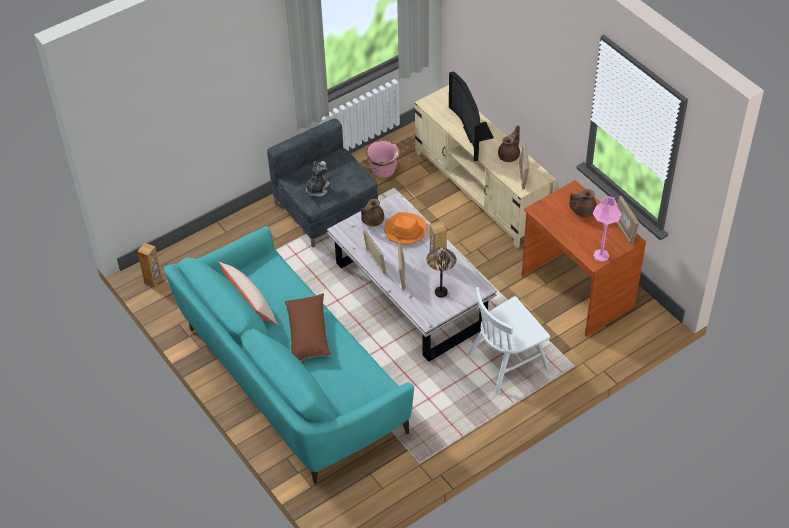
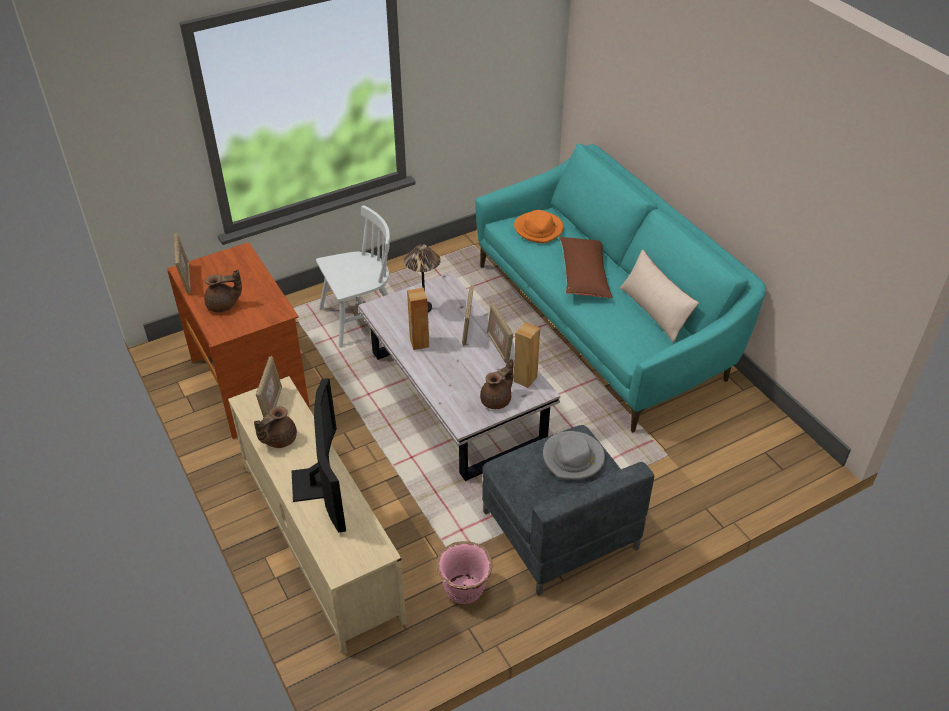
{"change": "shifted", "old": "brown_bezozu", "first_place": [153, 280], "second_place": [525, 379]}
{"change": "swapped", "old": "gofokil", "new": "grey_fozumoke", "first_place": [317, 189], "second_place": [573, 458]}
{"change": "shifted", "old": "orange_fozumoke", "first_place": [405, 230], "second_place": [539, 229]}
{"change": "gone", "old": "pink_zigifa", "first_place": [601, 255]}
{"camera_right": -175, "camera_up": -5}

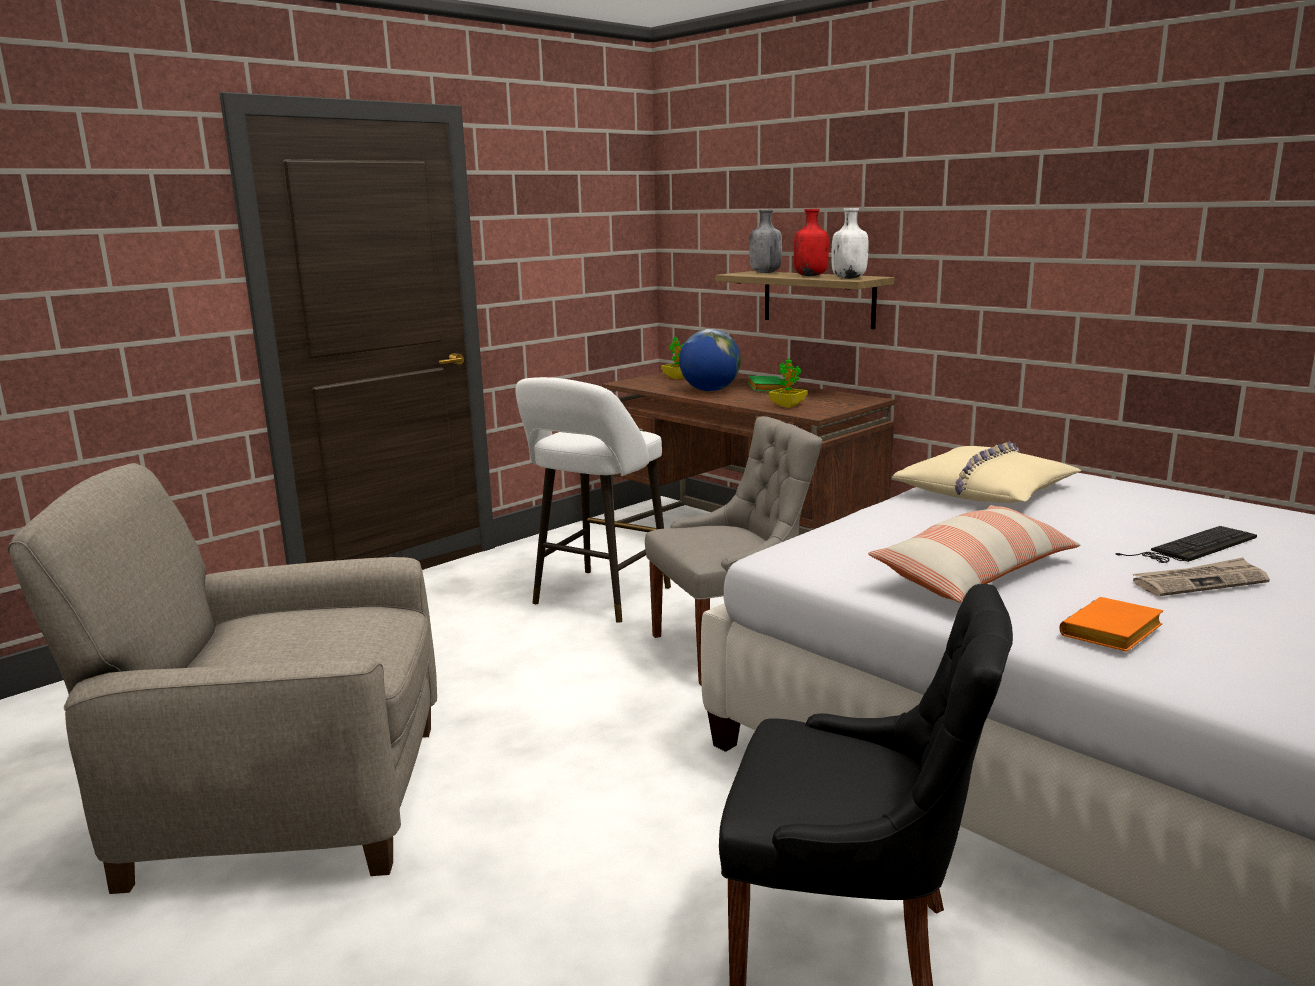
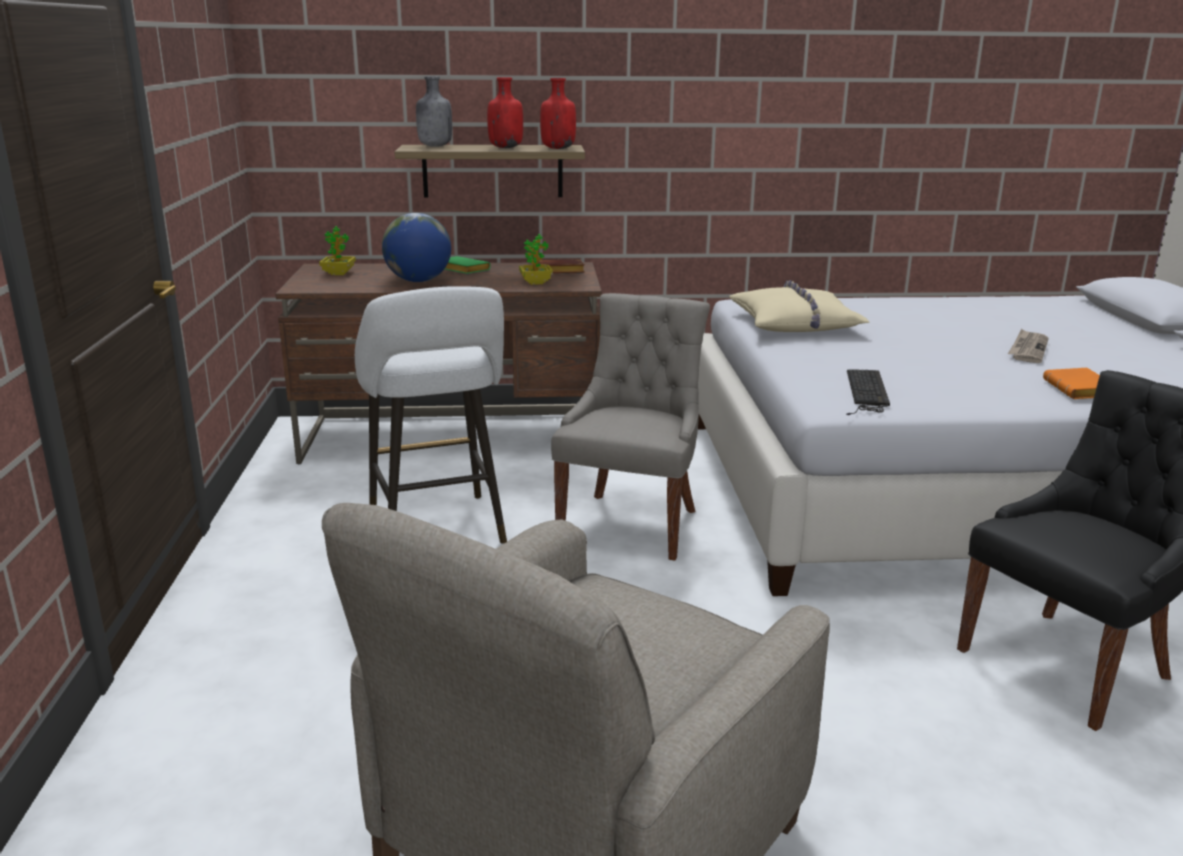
{"change": "repainted", "old": "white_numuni", "new": "red_numuni", "first_place": [849, 278], "second_place": [557, 148]}
{"change": "gone", "old": "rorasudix", "first_place": [975, 574]}
{"change": "shifted", "old": "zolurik", "first_place": [1192, 547], "second_place": [866, 392]}
{"change": "new", "new": "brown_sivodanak", "second_place": [559, 272]}
{"camera_right": -50, "camera_up": 5}

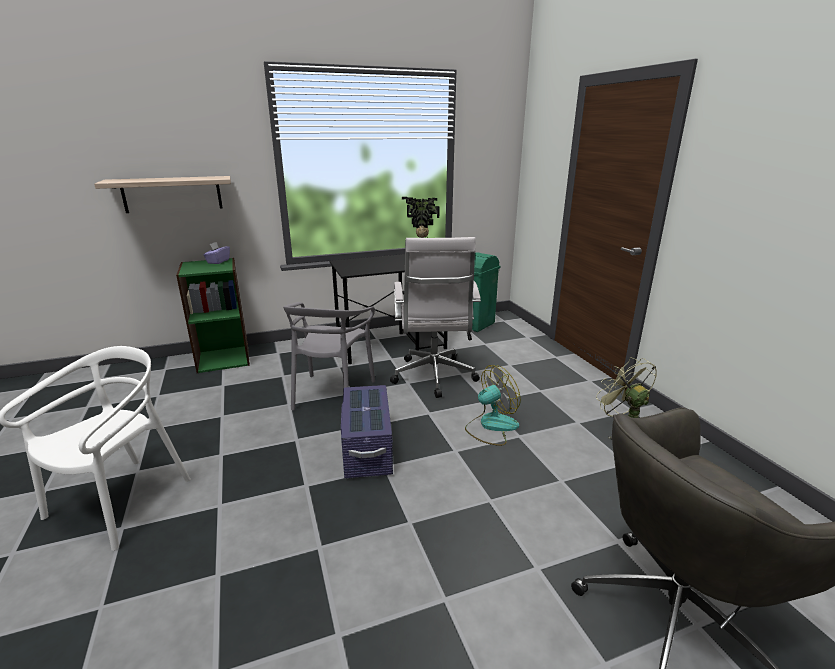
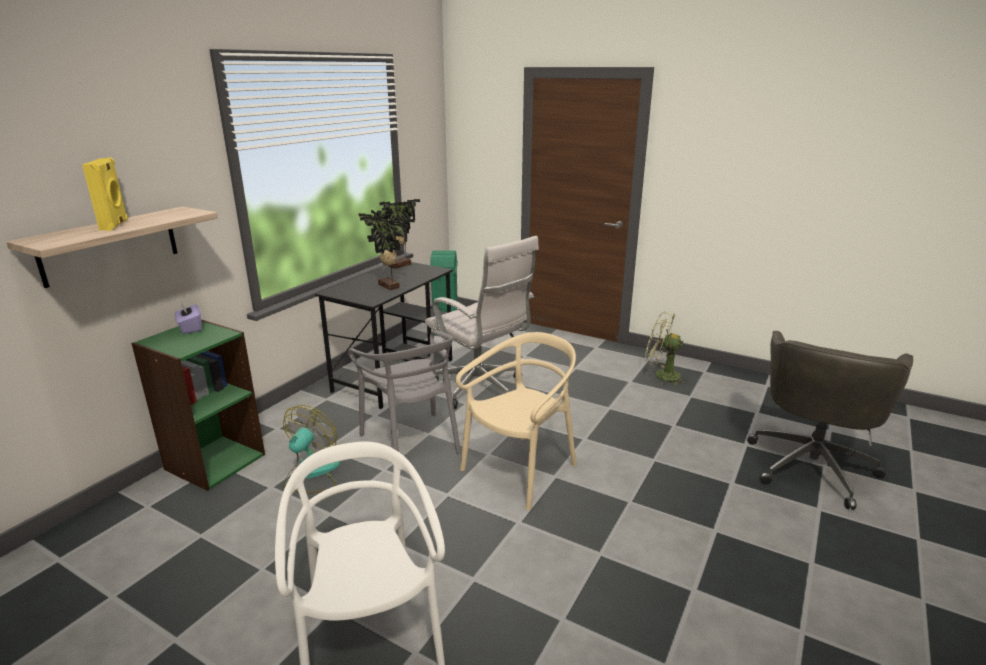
{"change": "swapped", "old": "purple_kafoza", "new": "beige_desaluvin", "first_place": [367, 449], "second_place": [520, 470]}
{"change": "shifted", "old": "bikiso", "first_place": [491, 426], "second_place": [311, 473]}
{"change": "new", "new": "yellow_bezozu", "second_place": [115, 225]}
{"change": "new", "new": "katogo", "second_place": [387, 286]}
{"camera_right": -40, "camera_up": 0}

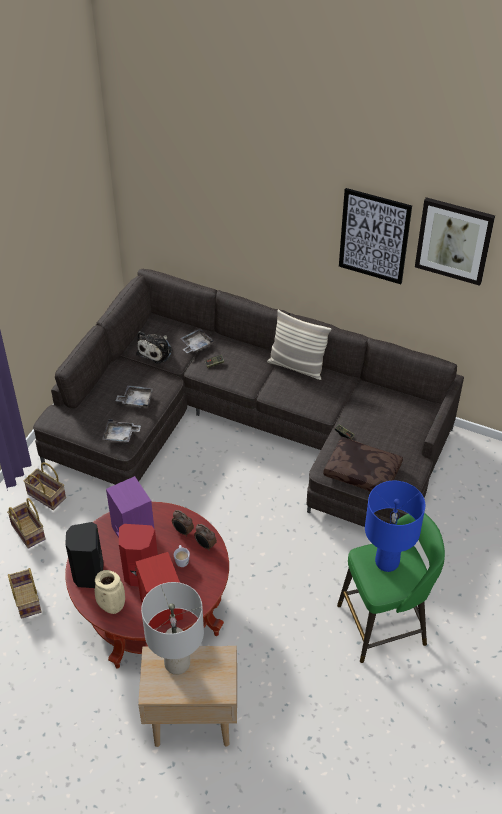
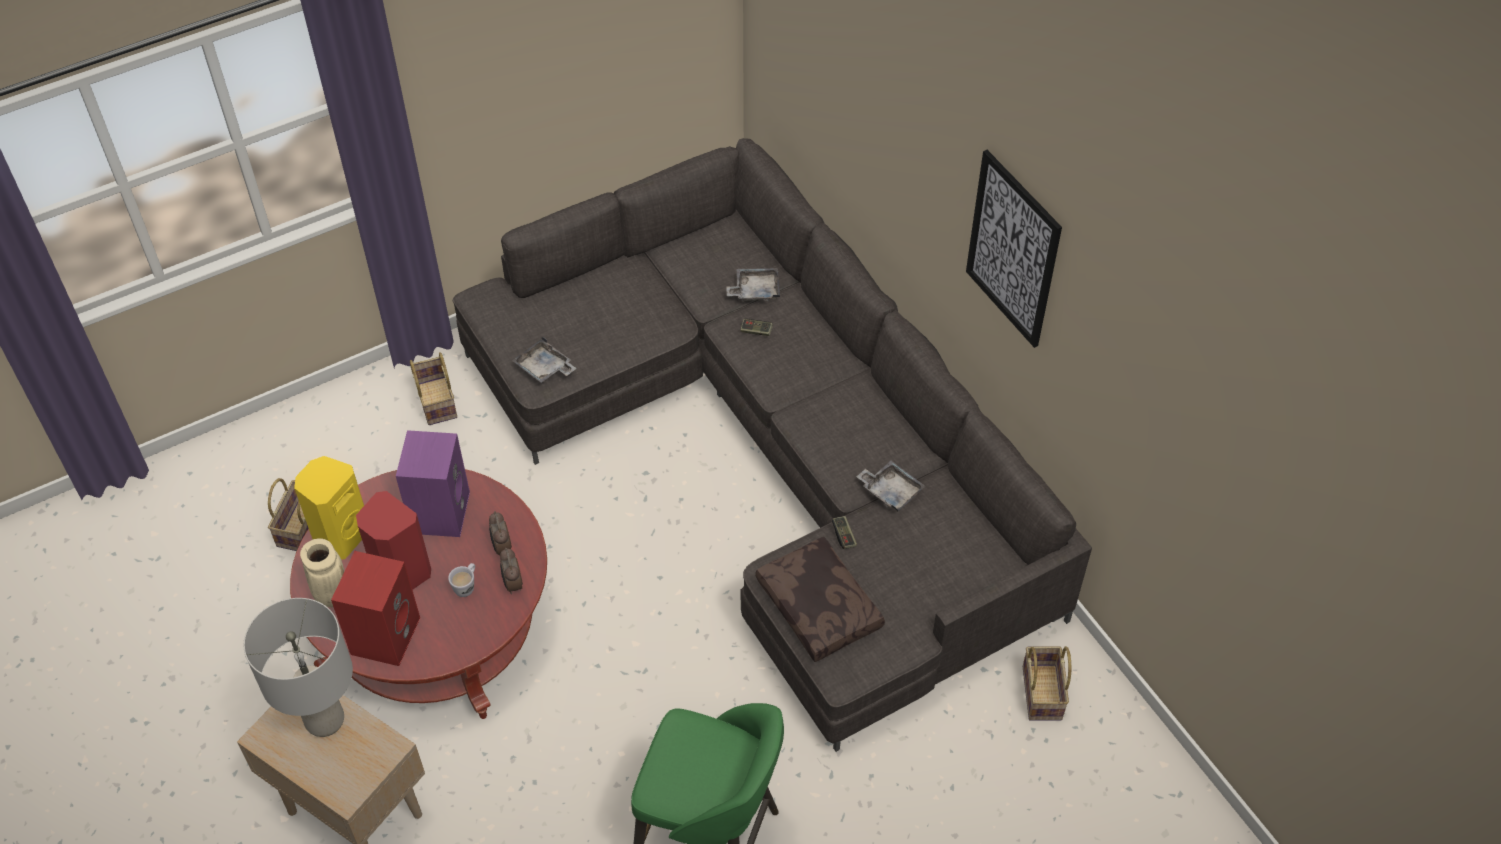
{"change": "shifted", "old": "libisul", "first_place": [29, 532], "second_place": [1043, 694]}
{"change": "repainted", "old": "black_bezozu", "new": "yellow_bezozu", "first_place": [88, 575], "second_place": [341, 535]}
{"change": "shifted", "old": "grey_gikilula", "first_place": [136, 400], "second_place": [890, 491]}
{"change": "gone", "old": "gofokil", "first_place": [156, 351]}
{"change": "gone", "old": "rorasudix", "first_place": [297, 366]}
{"change": "gone", "old": "blue_zigifa", "first_place": [386, 562]}
{"change": "gone", "old": "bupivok", "first_place": [454, 240]}
{"camera_right": 35, "camera_up": 5}

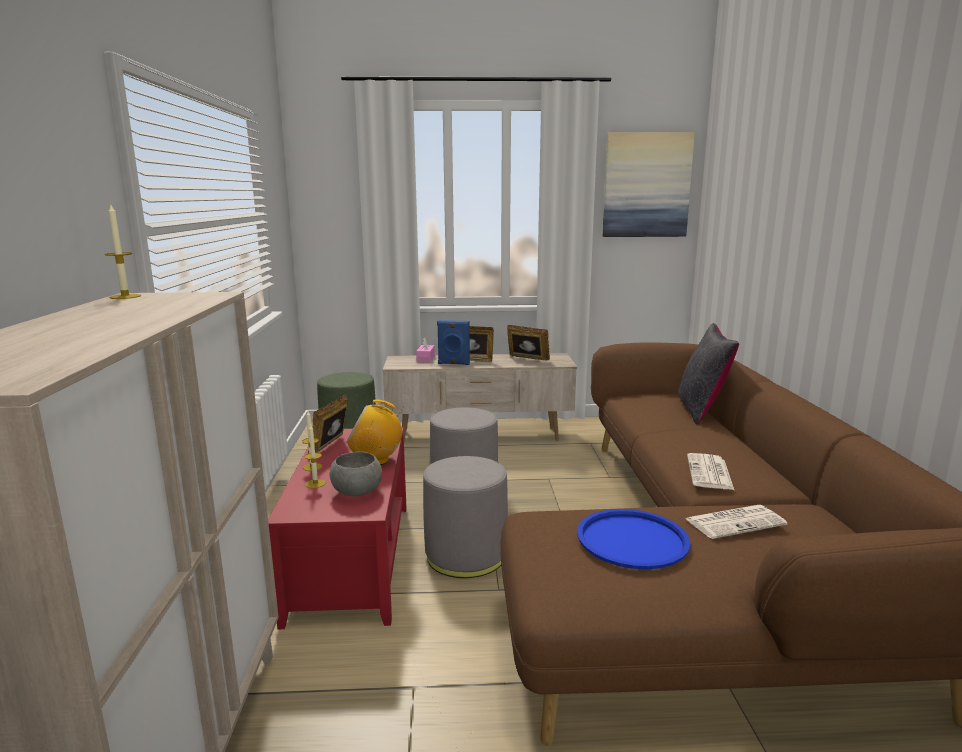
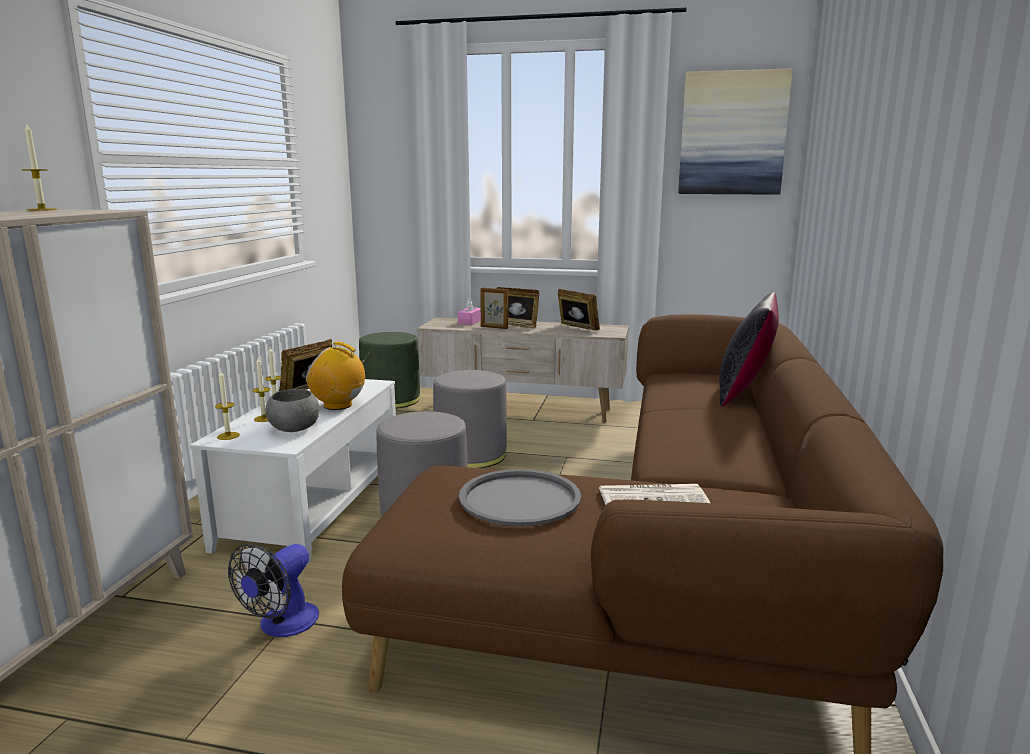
{"change": "repainted", "old": "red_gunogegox", "new": "white_gunogegox", "first_place": [352, 559], "second_place": [314, 505]}
{"change": "swapped", "old": "blue_bezozu", "new": "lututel", "first_place": [453, 363], "second_place": [494, 327]}
{"change": "repainted", "old": "blue_gikilula", "new": "grey_gikilula", "first_place": [632, 539], "second_place": [520, 499]}
{"change": "gone", "old": "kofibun", "first_place": [710, 473]}
{"change": "new", "new": "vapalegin", "second_place": [228, 436]}
{"change": "new", "new": "bikiso", "second_place": [281, 625]}
{"camera_right": 15, "camera_up": 0}

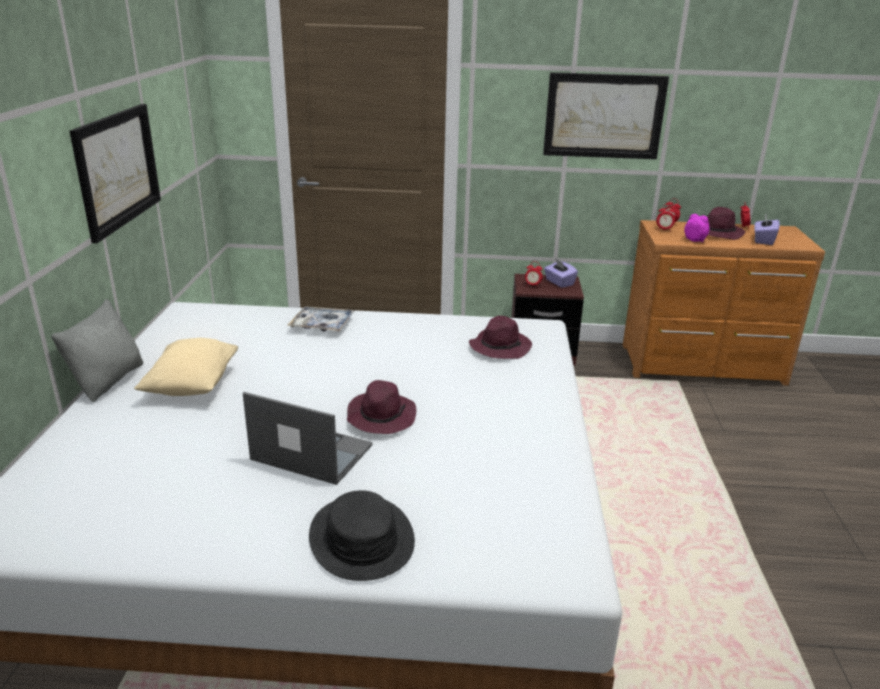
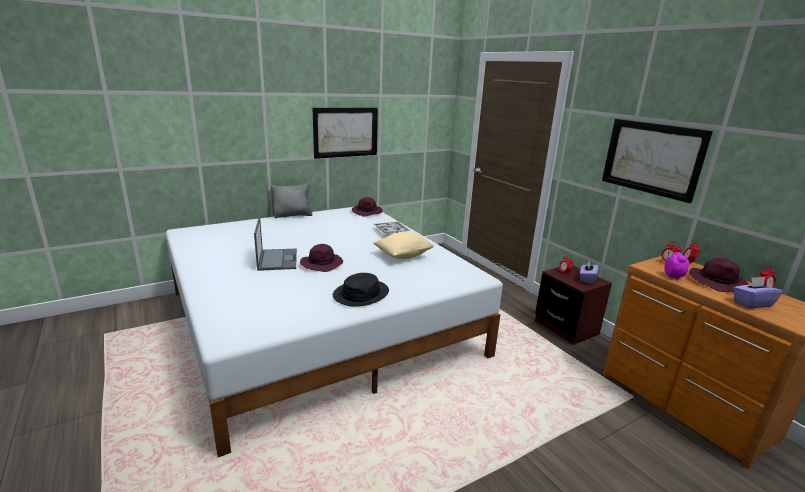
{"change": "shifted", "old": "beige_rorasudix", "first_place": [192, 386], "second_place": [403, 256]}
{"change": "shifted", "old": "black_fozumoke", "first_place": [361, 539], "second_place": [361, 294]}
{"change": "shifted", "old": "purple_fozumoke", "first_place": [500, 347], "second_place": [367, 212]}
{"camera_right": 55, "camera_up": -5}

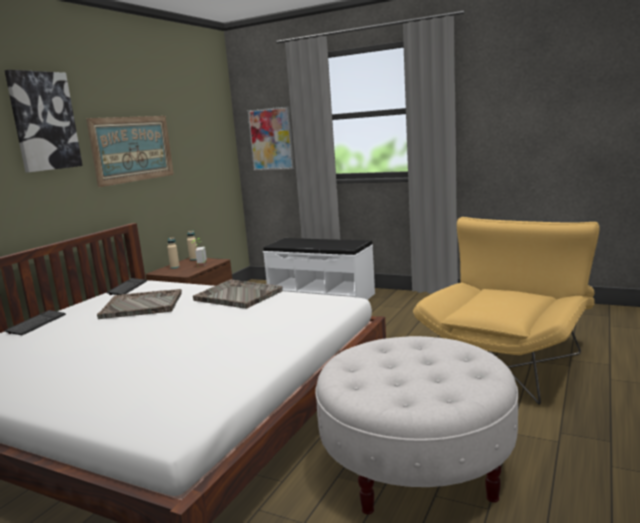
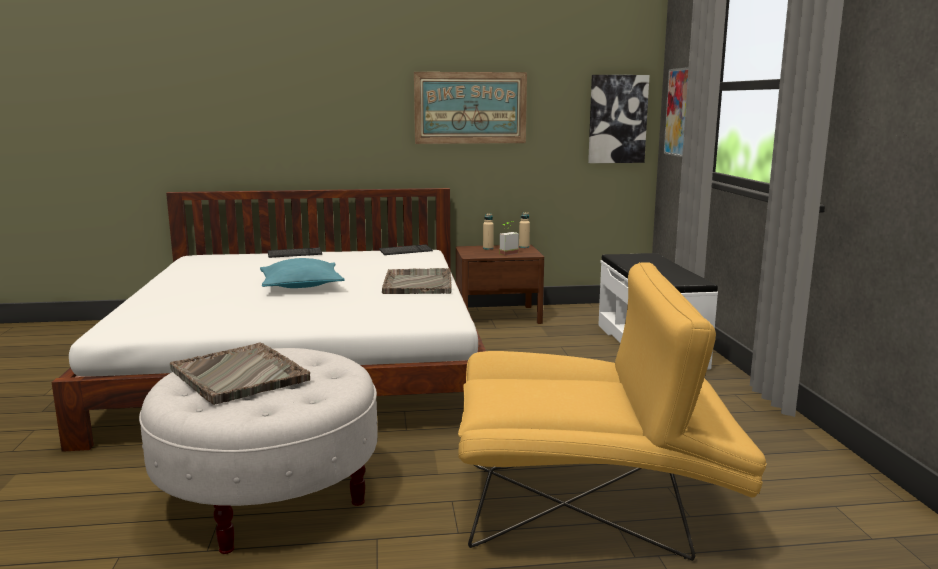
{"change": "shifted", "old": "bupivok", "first_place": [44, 121], "second_place": [617, 119]}
{"change": "shifted", "old": "grey_gikilula", "first_place": [143, 305], "second_place": [239, 375]}
{"change": "new", "new": "turquoise_rorasudix", "second_place": [301, 285]}
{"camera_right": 55, "camera_up": 0}

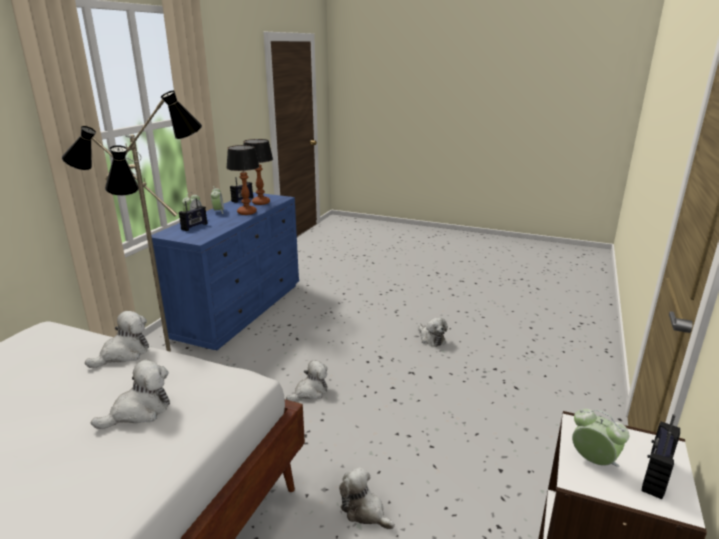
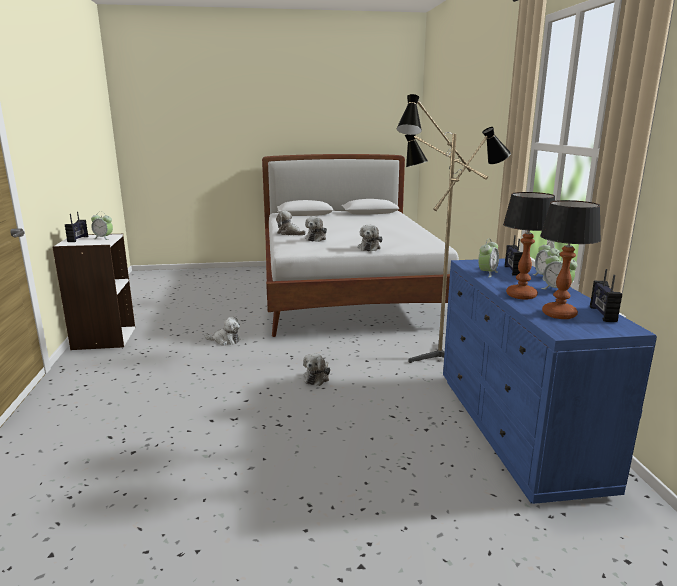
{"change": "shifted", "old": "gofokil", "first_place": [431, 338], "second_place": [290, 233]}
{"change": "new", "new": "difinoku", "second_place": [487, 273]}
{"camera_right": 150, "camera_up": -5}

